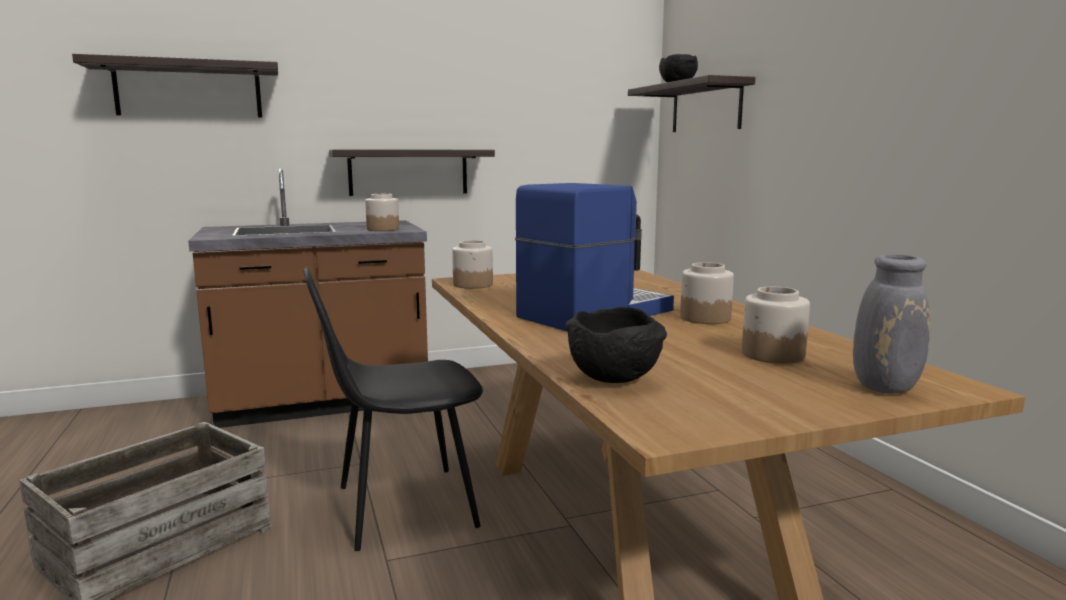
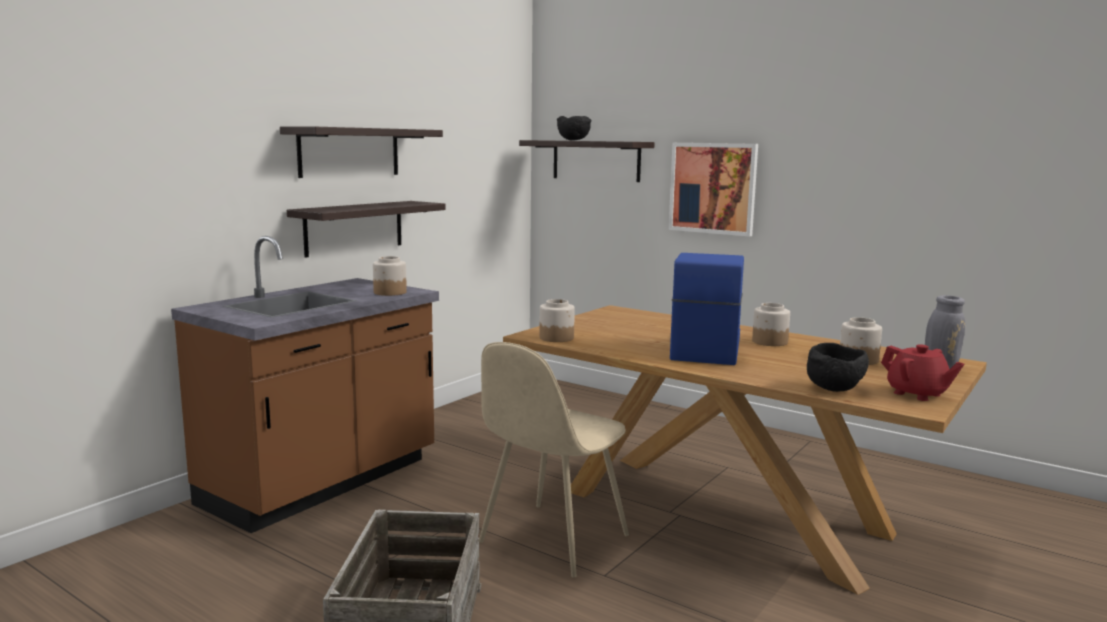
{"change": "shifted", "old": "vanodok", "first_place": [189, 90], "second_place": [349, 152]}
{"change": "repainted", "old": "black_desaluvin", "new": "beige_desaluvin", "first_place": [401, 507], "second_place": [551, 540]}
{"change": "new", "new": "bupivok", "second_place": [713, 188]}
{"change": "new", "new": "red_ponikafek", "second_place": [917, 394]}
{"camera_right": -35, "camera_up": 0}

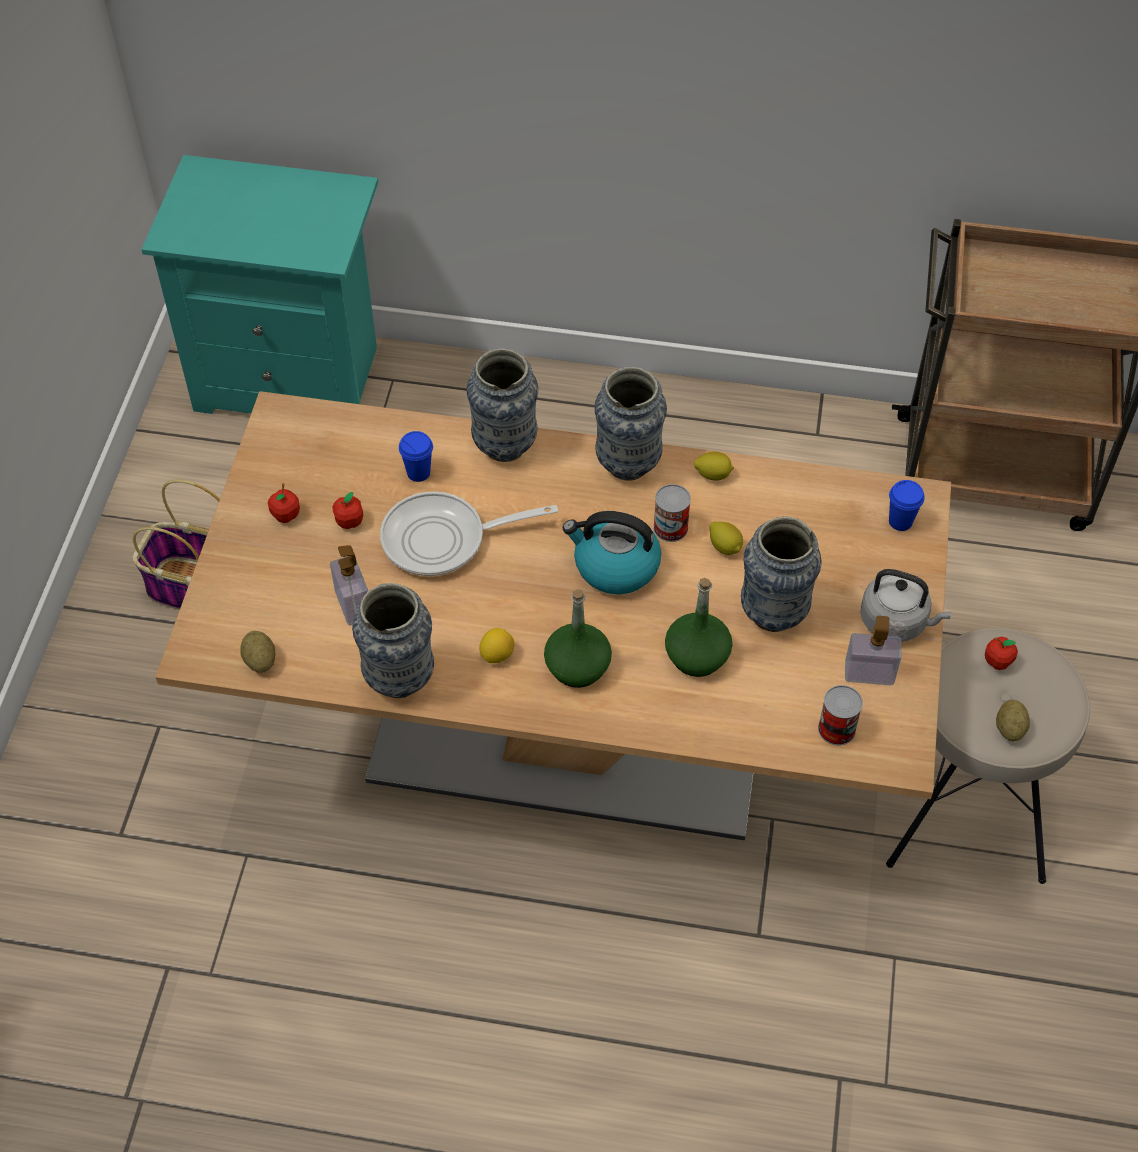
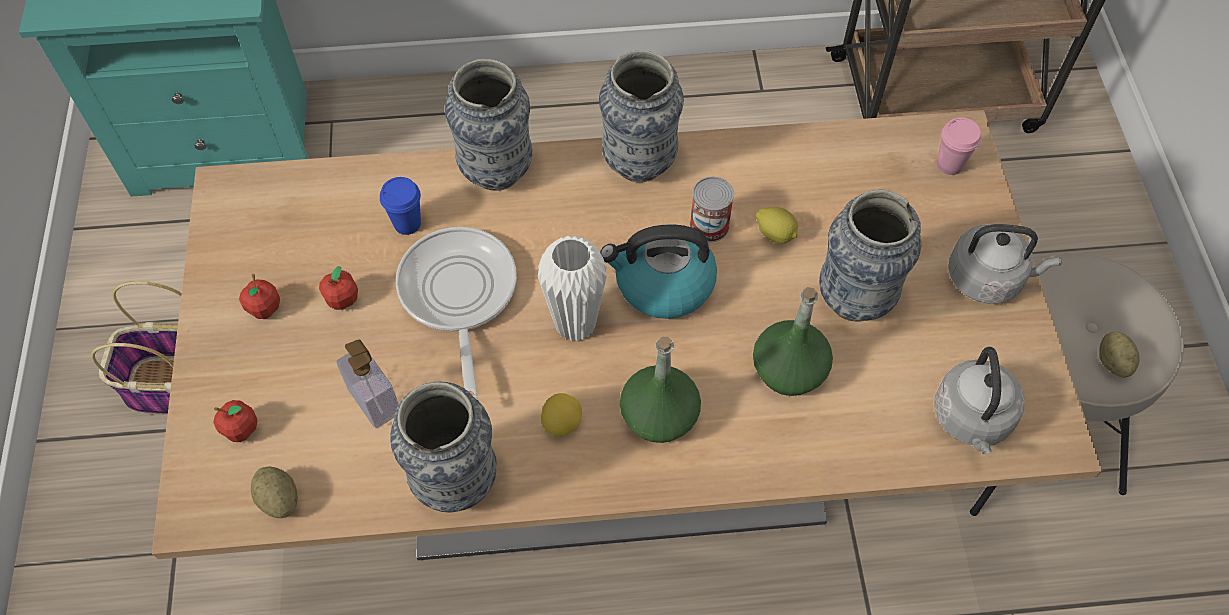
{"change": "rotated", "old": "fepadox", "first_place": [443, 540], "second_place": [458, 297], "degrees": 105}
{"change": "gone", "old": "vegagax", "first_place": [713, 474]}
{"change": "swapped", "old": "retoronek", "new": "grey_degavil", "first_place": [836, 729], "second_place": [971, 420]}
{"change": "gone", "old": "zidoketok", "first_place": [869, 673]}
{"change": "repainted", "old": "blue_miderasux", "new": "pink_miderasux", "first_place": [900, 521], "second_place": [949, 165]}
{"change": "shifted", "old": "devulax", "first_place": [997, 662], "second_place": [241, 430]}
{"change": "new", "new": "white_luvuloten", "second_place": [575, 325]}
{"camera_right": -15, "camera_up": 5}

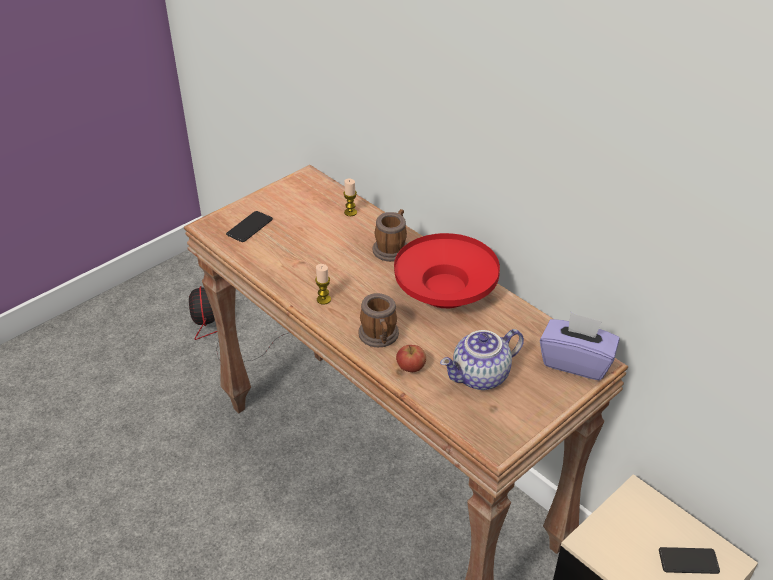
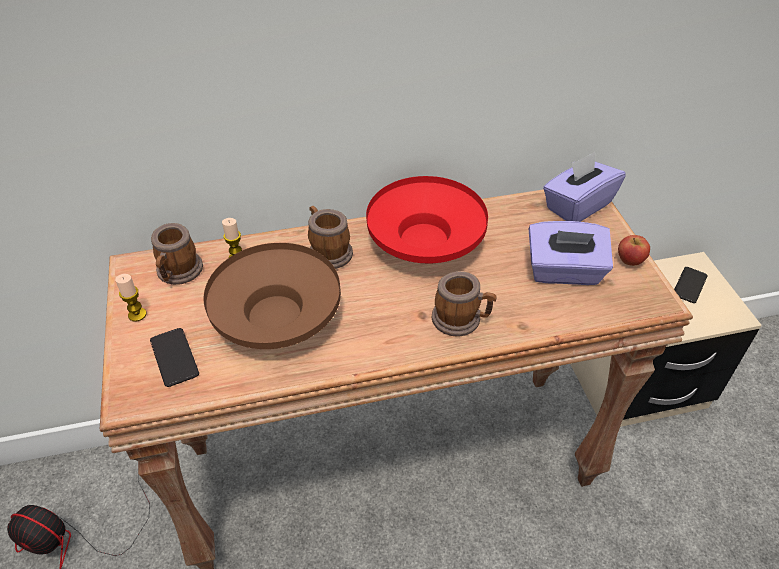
{"change": "shifted", "old": "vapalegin", "first_place": [323, 299], "second_place": [137, 314]}
{"change": "shifted", "old": "devulax", "first_place": [411, 368], "second_place": [630, 261]}
{"change": "swapped", "old": "ponikafek", "new": "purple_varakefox", "first_place": [480, 377], "second_place": [564, 272]}
{"change": "new", "new": "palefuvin", "second_place": [178, 273]}
{"change": "new", "new": "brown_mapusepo", "second_place": [277, 318]}
{"camera_right": -60, "camera_up": 5}

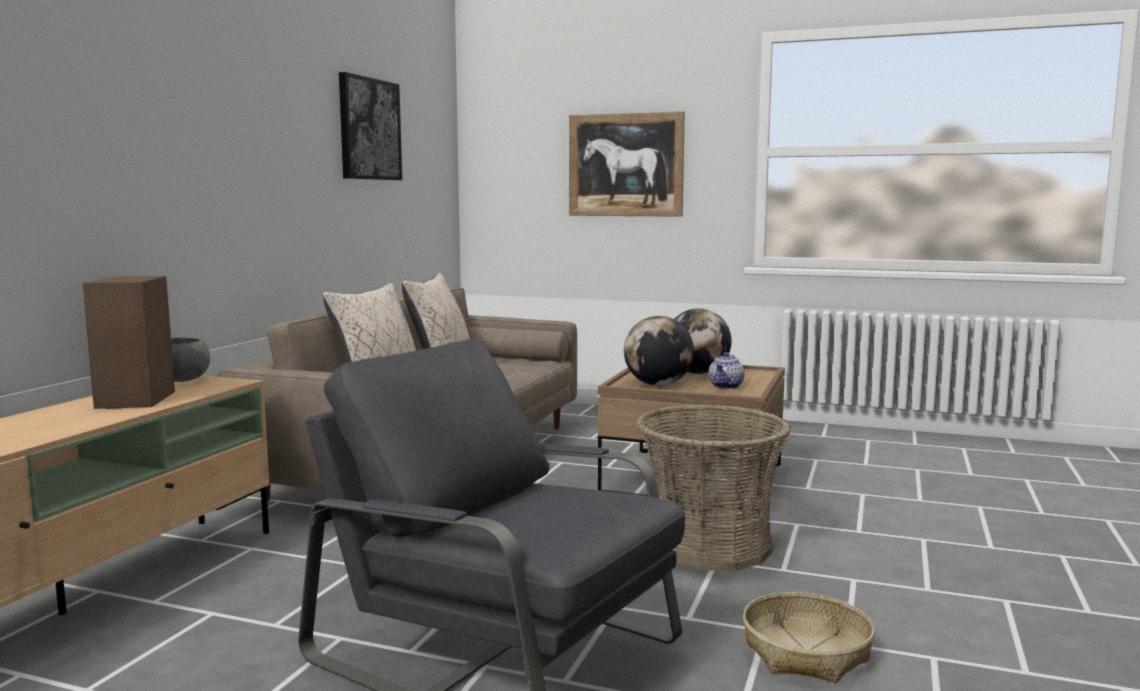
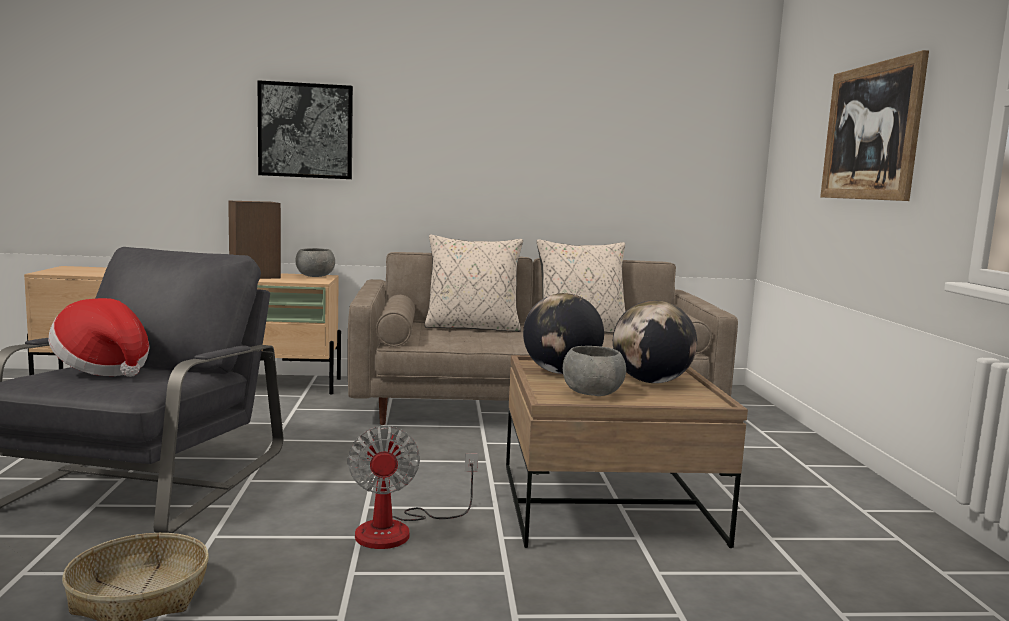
{"change": "shifted", "old": "bupivok", "first_place": [369, 129], "second_place": [306, 131]}
{"change": "swapped", "old": "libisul", "new": "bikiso", "first_place": [708, 545], "second_place": [399, 529]}
{"change": "swapped", "old": "ponikafek", "new": "grey_mapusepo", "first_place": [726, 386], "second_place": [591, 393]}
{"change": "new", "new": "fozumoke", "second_place": [103, 368]}
{"camera_right": 65, "camera_up": 0}

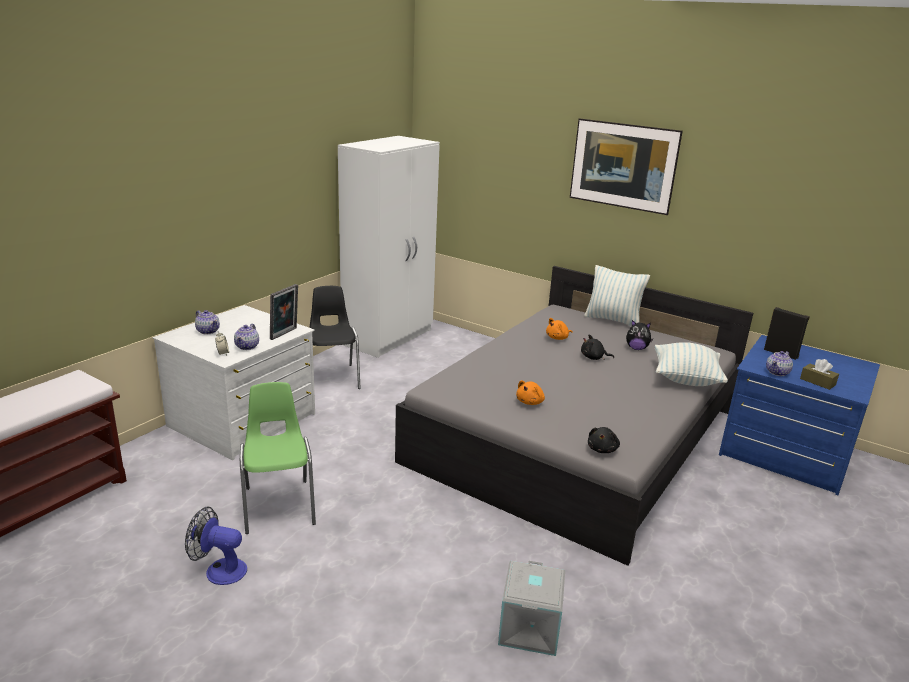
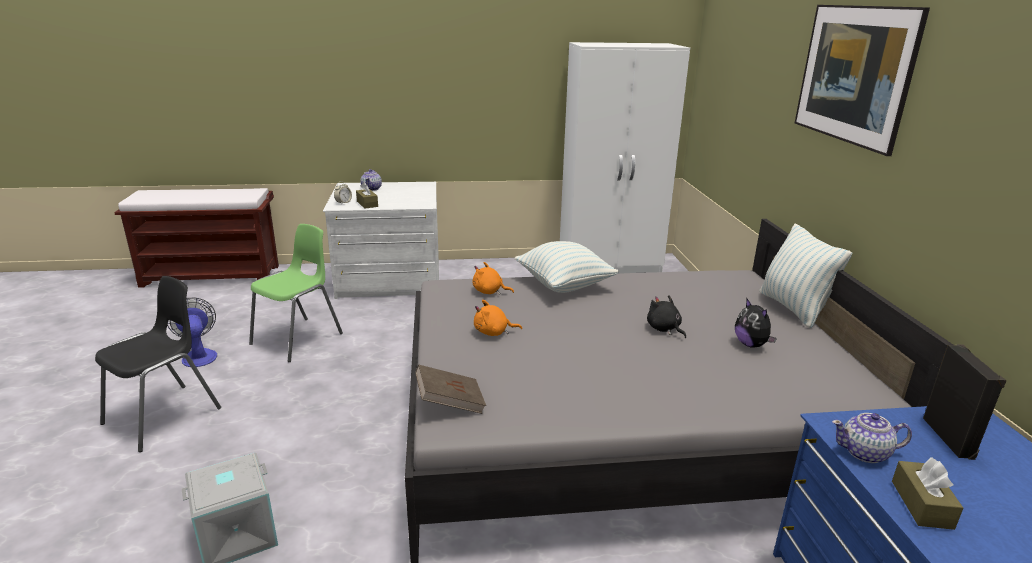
{"change": "swapped", "old": "ponikafek", "new": "brown_varakefox", "first_place": [247, 346], "second_place": [367, 204]}
{"change": "gone", "old": "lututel", "first_place": [285, 334]}
{"change": "shifted", "old": "black_desaluvin", "first_place": [333, 378], "second_place": [164, 416]}
{"change": "shifted", "old": "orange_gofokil", "first_place": [558, 338], "second_place": [489, 292]}
{"change": "swapped", "old": "black_gofokil", "new": "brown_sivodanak", "first_place": [602, 449], "second_place": [450, 403]}
{"change": "shifted", "old": "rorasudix", "first_place": [685, 379], "second_place": [564, 285]}
{"camera_right": 50, "camera_up": 0}

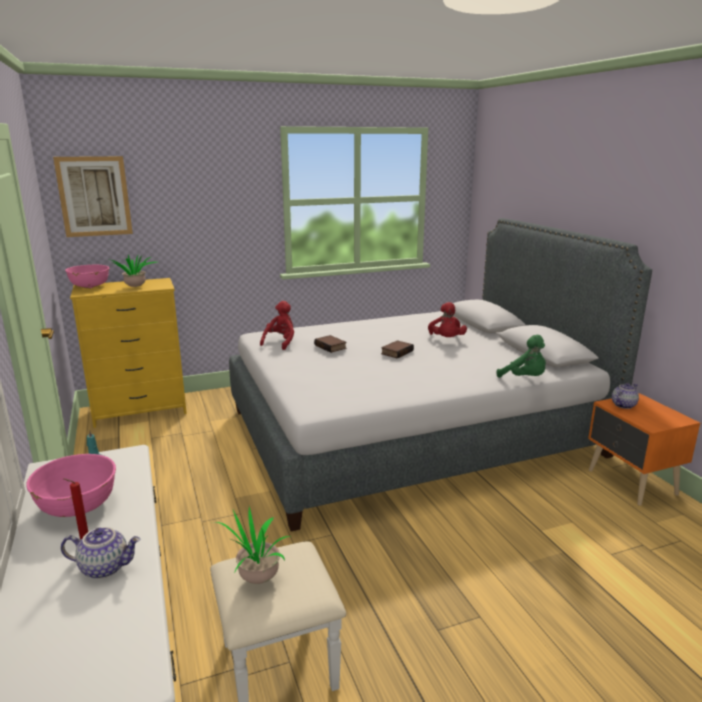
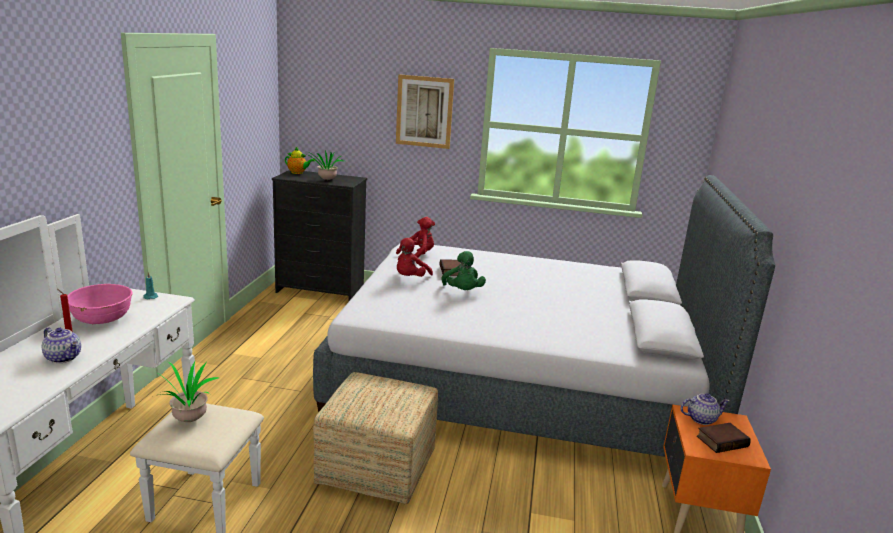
{"change": "shifted", "old": "bupivok", "first_place": [94, 196], "second_place": [424, 111]}
{"change": "swapped", "old": "pink_mapusepo", "new": "ponikafek", "first_place": [90, 286], "second_place": [298, 173]}
{"change": "repainted", "old": "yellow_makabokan", "new": "black_makabokan", "first_place": [140, 411], "second_place": [320, 290]}
{"change": "shifted", "old": "sivodanak", "first_place": [396, 352], "second_place": [721, 441]}
{"change": "shifted", "old": "red_gofokil", "first_place": [446, 340], "second_place": [410, 278]}
{"change": "shifted", "old": "green_gofokil", "first_place": [524, 379], "second_place": [462, 292]}
{"change": "new", "new": "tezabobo", "second_place": [378, 469]}
{"camera_right": 30, "camera_up": 0}

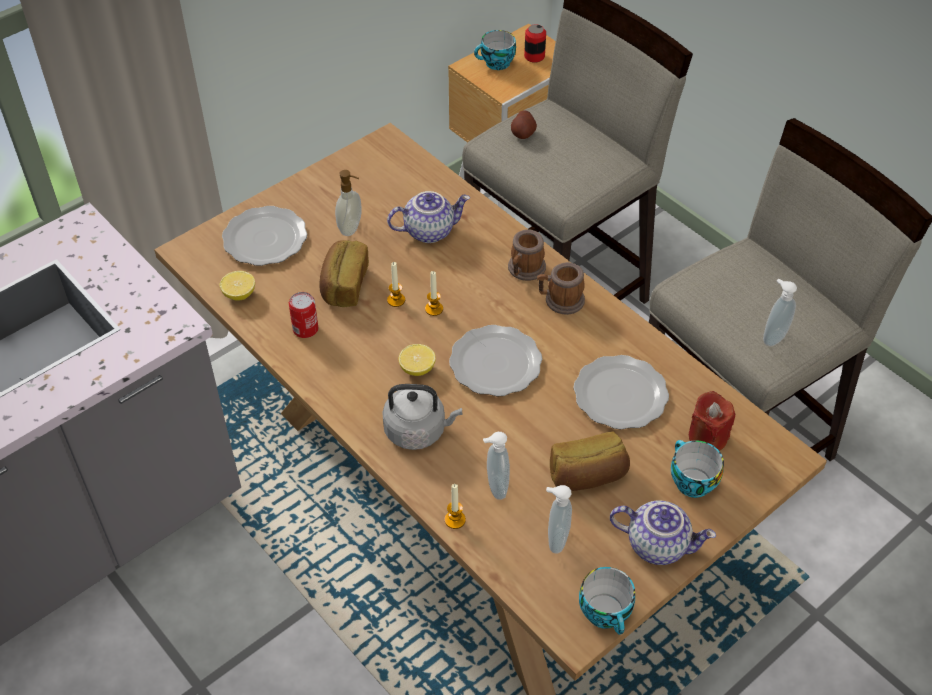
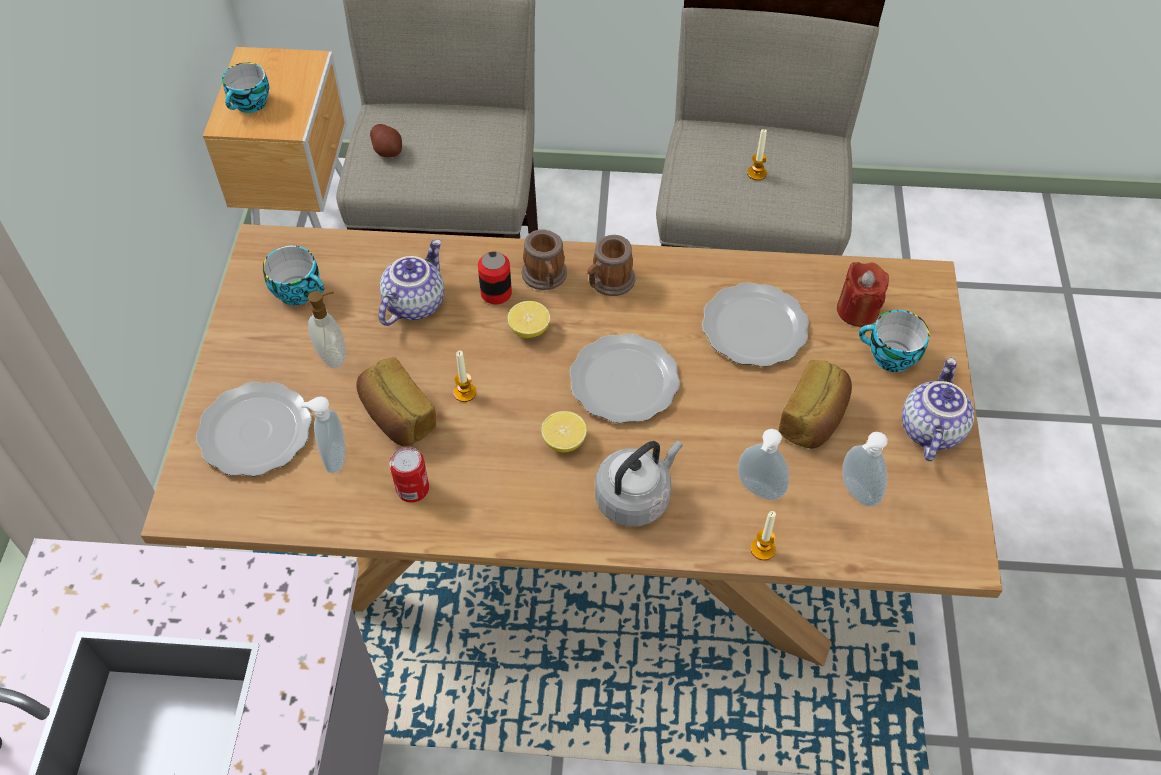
{"change": "shifted", "old": "vegagax", "first_place": [239, 294], "second_place": [529, 329]}
{"change": "shifted", "old": "vapalegin", "first_place": [434, 309], "second_place": [756, 173]}
{"change": "shifted", "old": "retoronek", "first_place": [534, 56], "second_place": [496, 293]}
{"change": "shifted", "old": "miderasux", "first_place": [607, 613], "second_place": [300, 291]}
{"change": "rotated", "old": "ponikafek", "first_place": [658, 544], "second_place": [929, 429], "degrees": -45}
{"change": "shifted", "old": "zidoketok", "first_place": [773, 337], "second_place": [333, 458]}
{"camera_right": -45, "camera_up": 5}

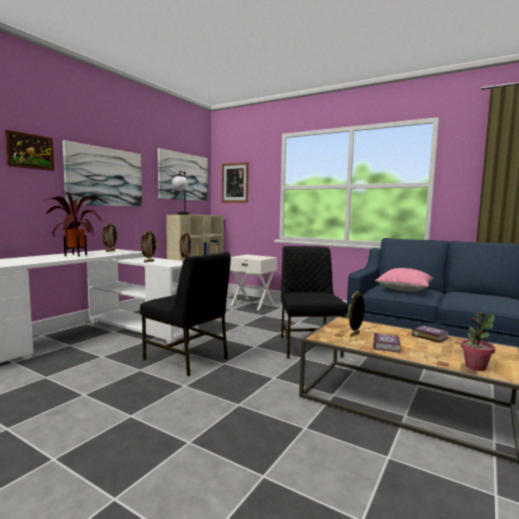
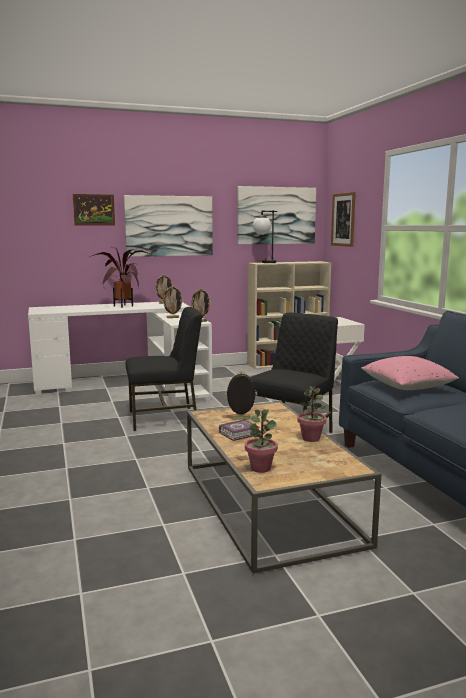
{"change": "rotated", "old": "black_desaluvin", "first_place": [187, 359], "second_place": [164, 418], "degrees": -90}
{"change": "swapped", "old": "sivodanak", "new": "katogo", "first_place": [429, 336], "second_place": [311, 438]}
{"camera_right": 40, "camera_up": 5}

